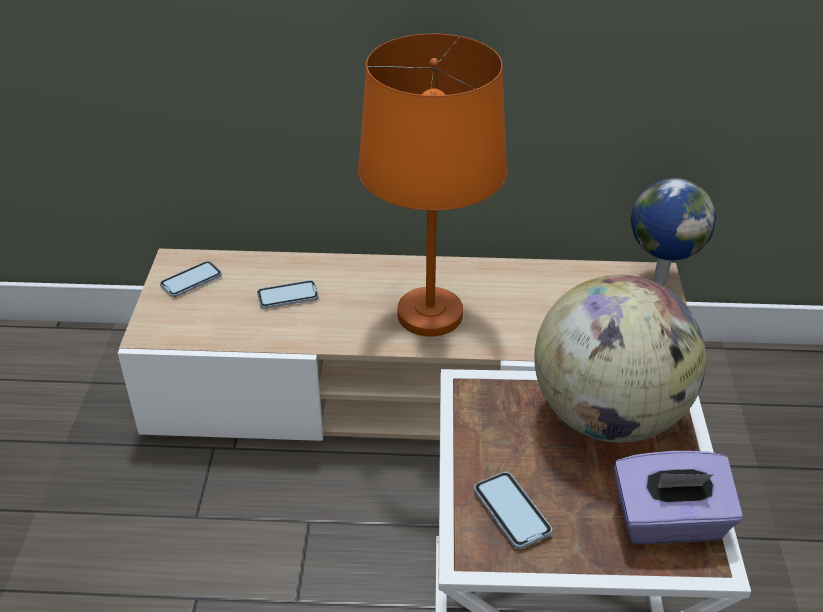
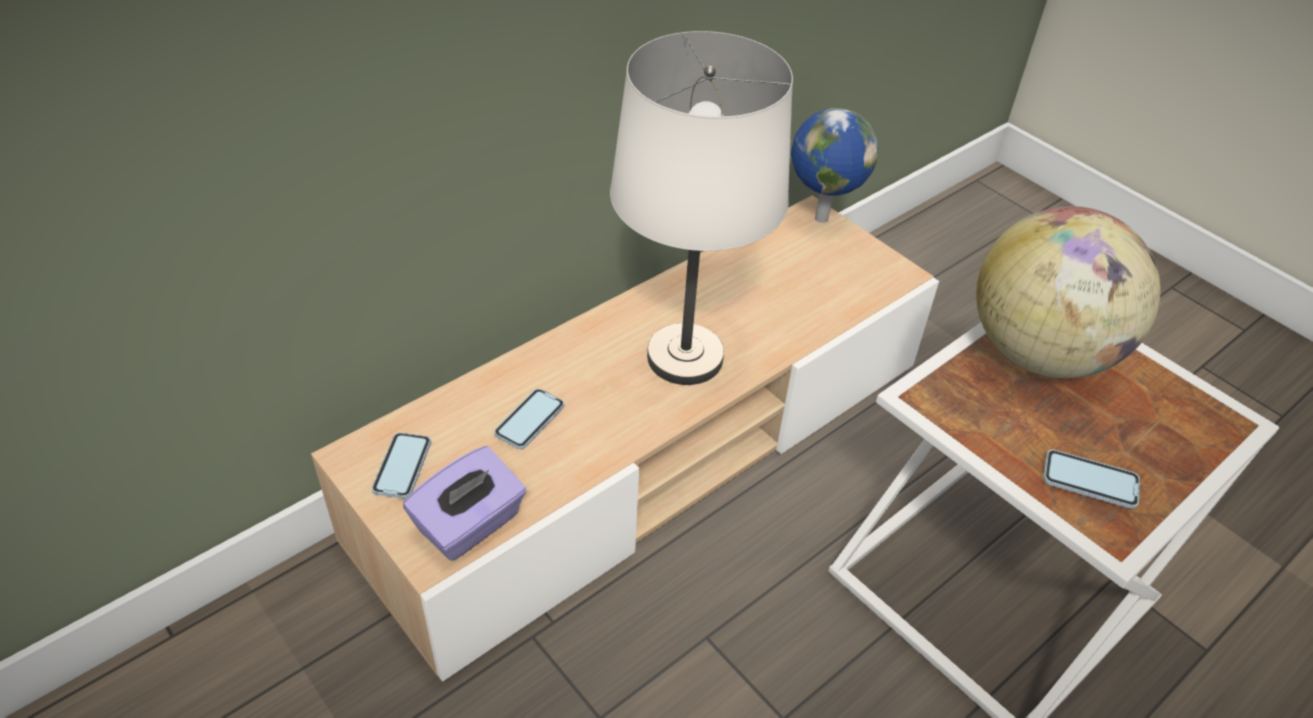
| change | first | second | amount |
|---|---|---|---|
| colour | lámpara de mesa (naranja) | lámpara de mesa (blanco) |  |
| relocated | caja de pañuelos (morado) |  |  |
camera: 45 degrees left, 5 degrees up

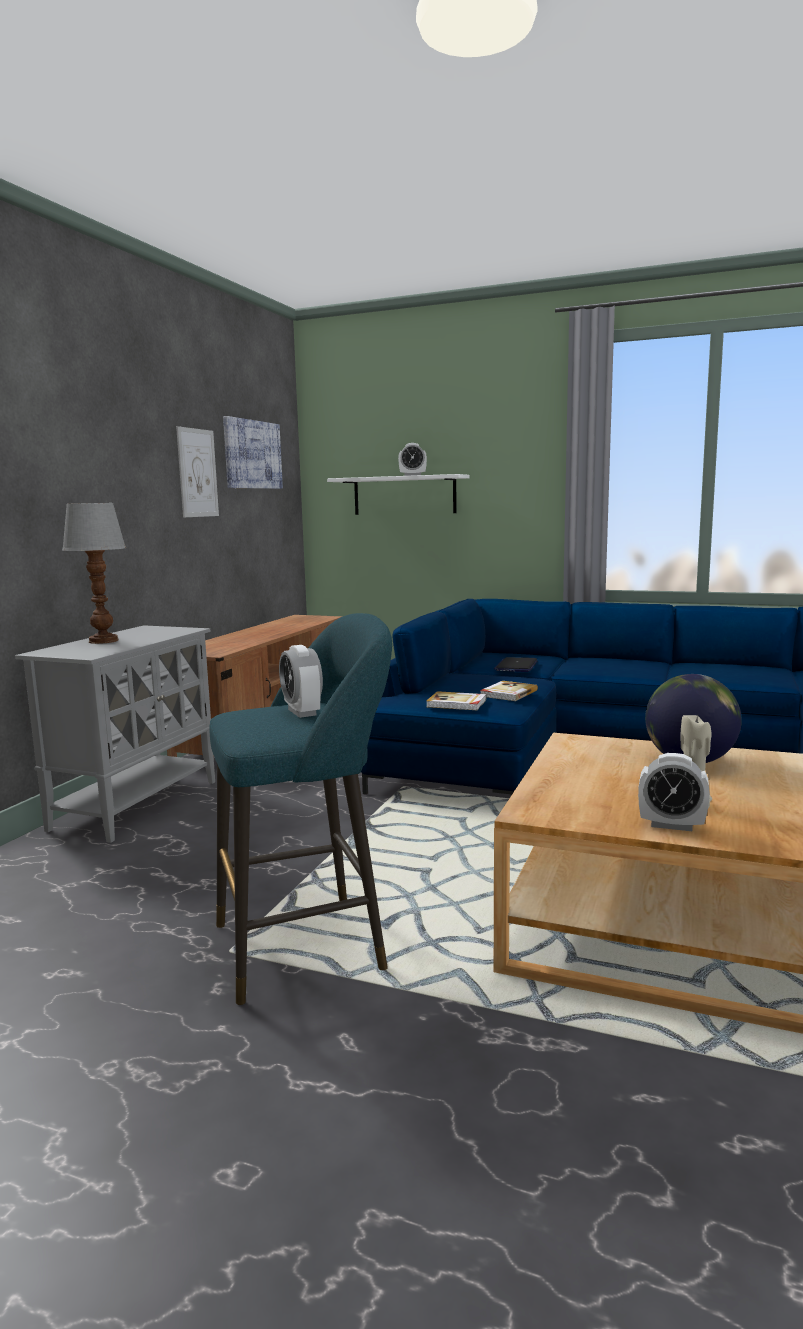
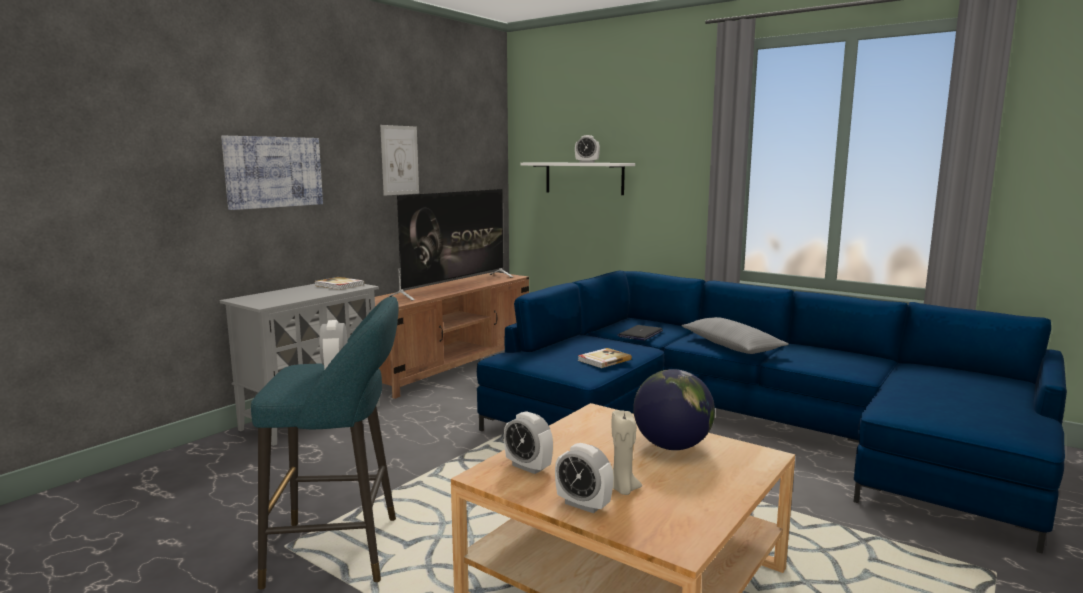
| change | first | second | amount |
|---|---|---|---|
| missing | lámpara de mesa |  |  |
| relocated | cuadro (no. 2 from left in the first image) | cuadro (no. 1 from left) |  |
| relocated | libro (no. 1 from left) |  |  |
| appeared |  | televisor |  |
| appeared |  | despertador (no. 2 from left) |  |
| appeared |  | cojín (gris) |  |
camera: 15 degrees right, 0 degrees up

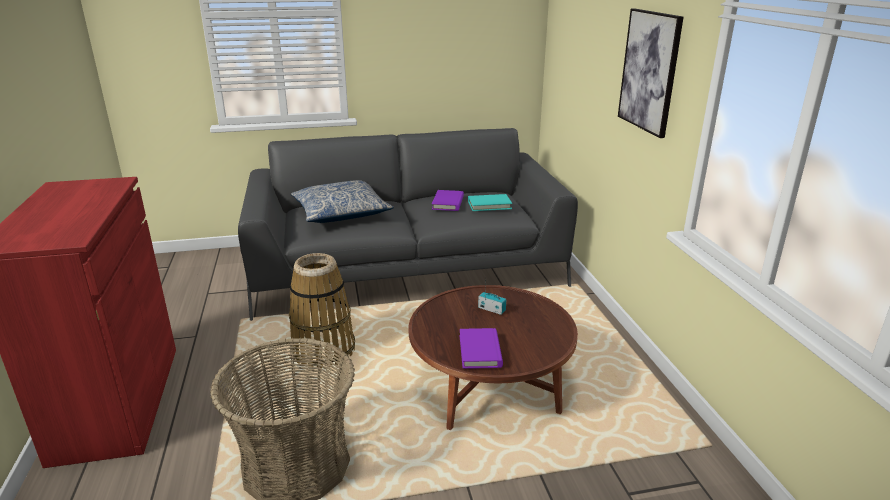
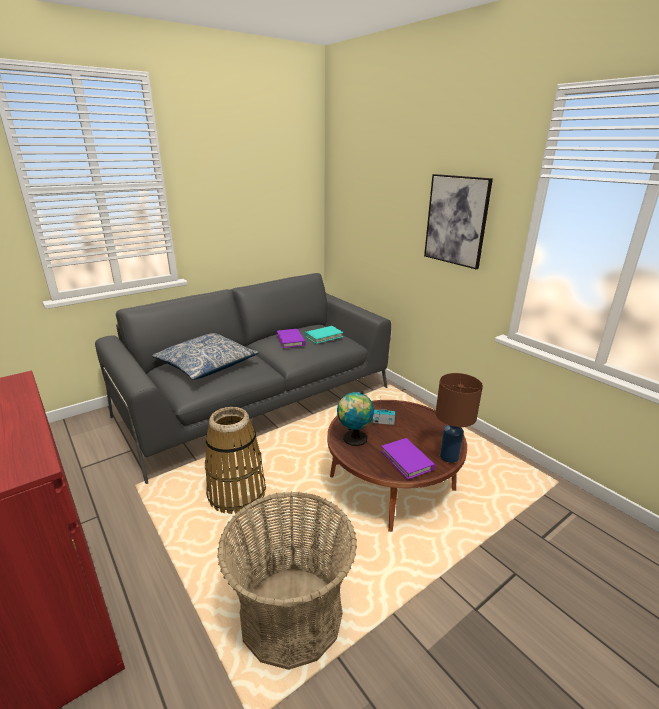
| change | first | second | amount |
|---|---|---|---|
| appeared |  | globo terráqueo |  |
| appeared |  | lámpara de mesa (marrón) |  |
camera: 25 degrees left, 0 degrees up

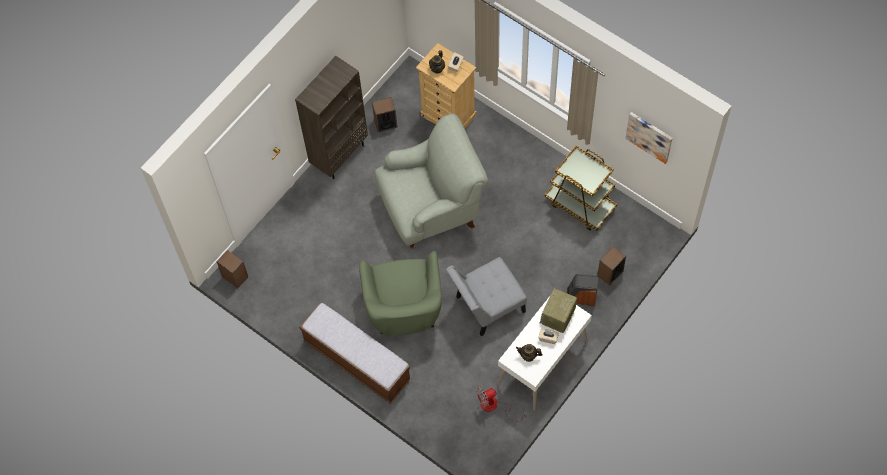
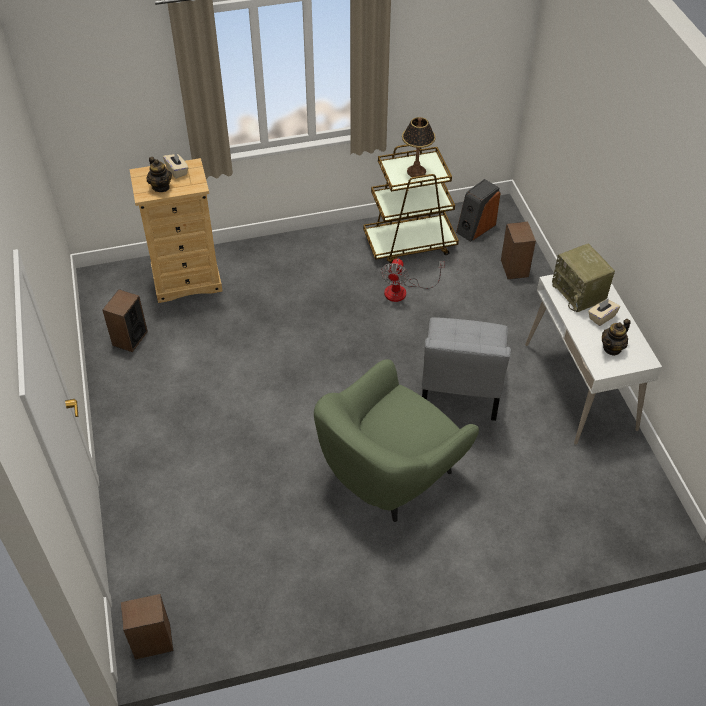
| change | first | second | amount |
|---|---|---|---|
| missing | estantería (marrón) |  |  |
| missing | banco |  |  |
| spun | sillón (verde) |  | 105 degrees clockwise |
| missing | sillón (gris) |  |  |
| relocated | ventilador |  |  |
| relocated | altavoz (no. 3 from left) |  |  |
| missing | cuadro |  |  |
| appeared |  | lámpara de mesa |  |
camera: 55 degrees left, 15 degrees down

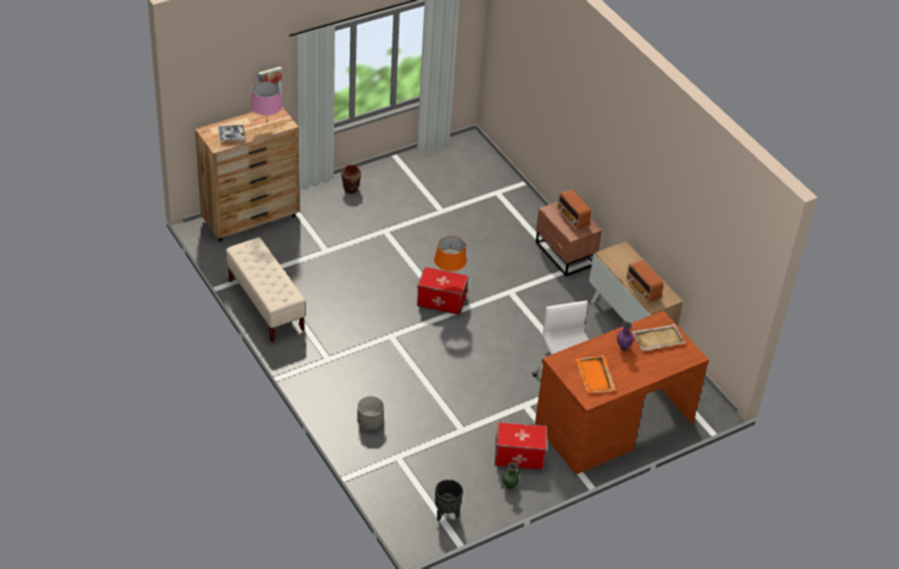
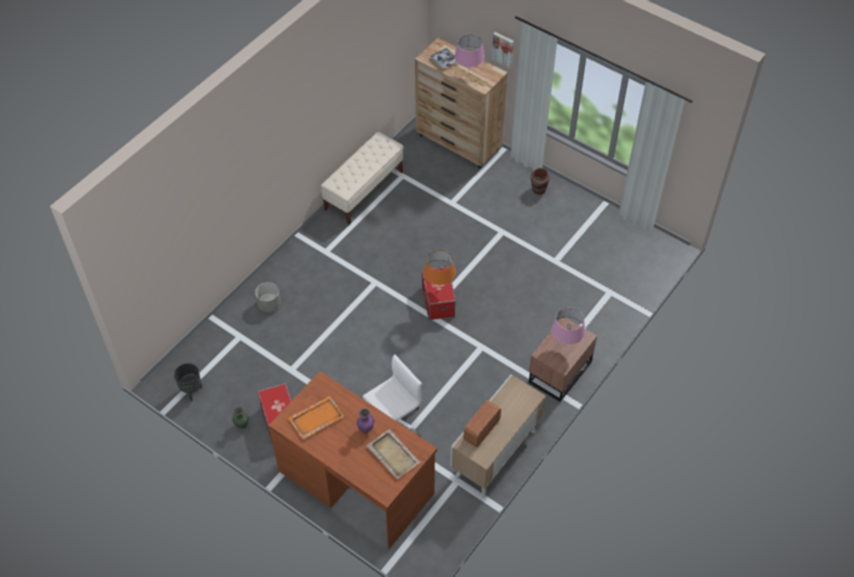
| change | first | second | amount |
|---|---|---|---|
| exchanged | radio (no. 1 from left) | lámpara de mesa (rosa) (no. 2 from left) |  |
camera: 70 degrees right, 10 degrees up

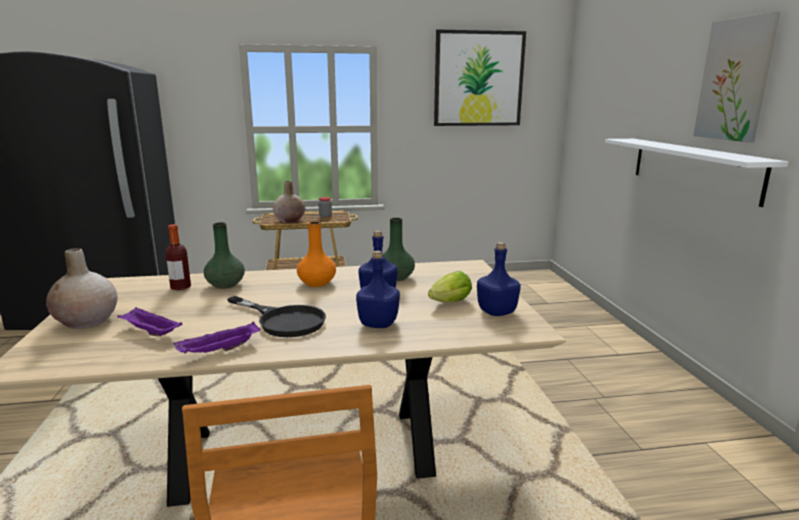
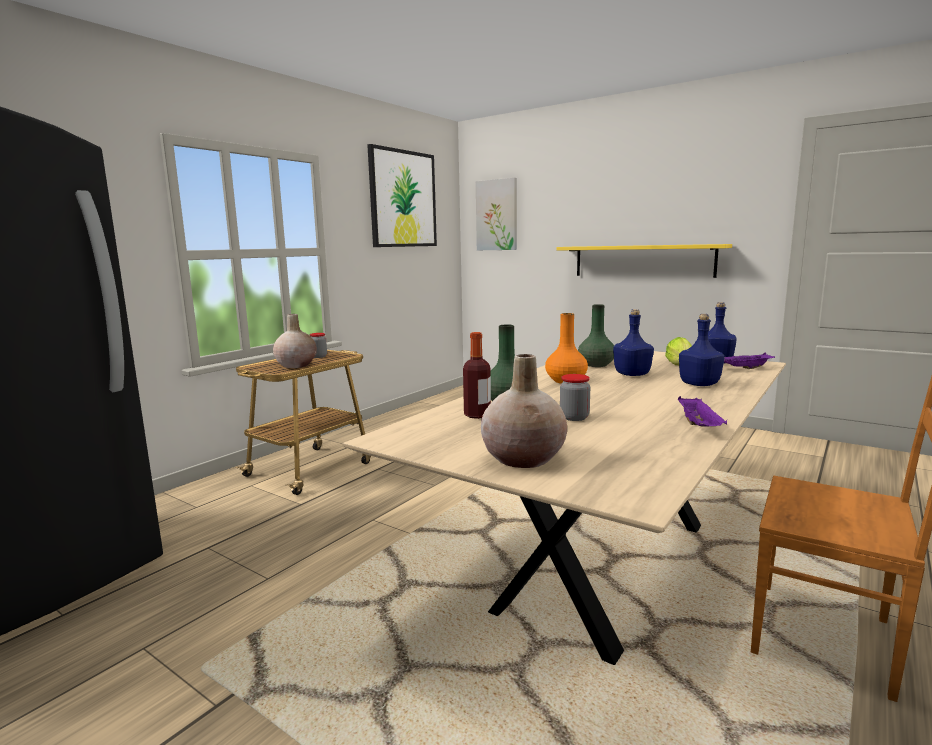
| change | first | second | amount |
|---|---|---|---|
| relocated | bandeja (morado) (no. 1 from left in the first image) | bandeja (morado) (no. 2 from left) |  |
| missing | sartén (negro) |  |  |
| colour | estante (blanco) | estante (amarillo) |  |
| relocated | cuadro (no. 2 from left) |  |  |
| appeared |  | tarro (no. 2 from left) |  |
camera: 45 degrees left, 5 degrees down

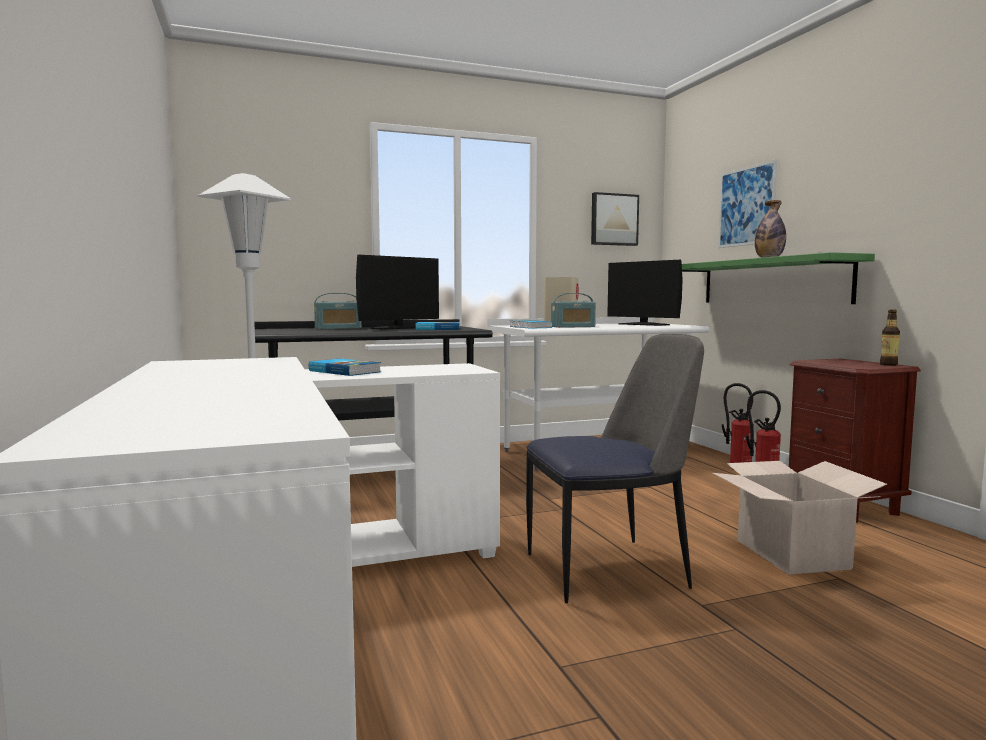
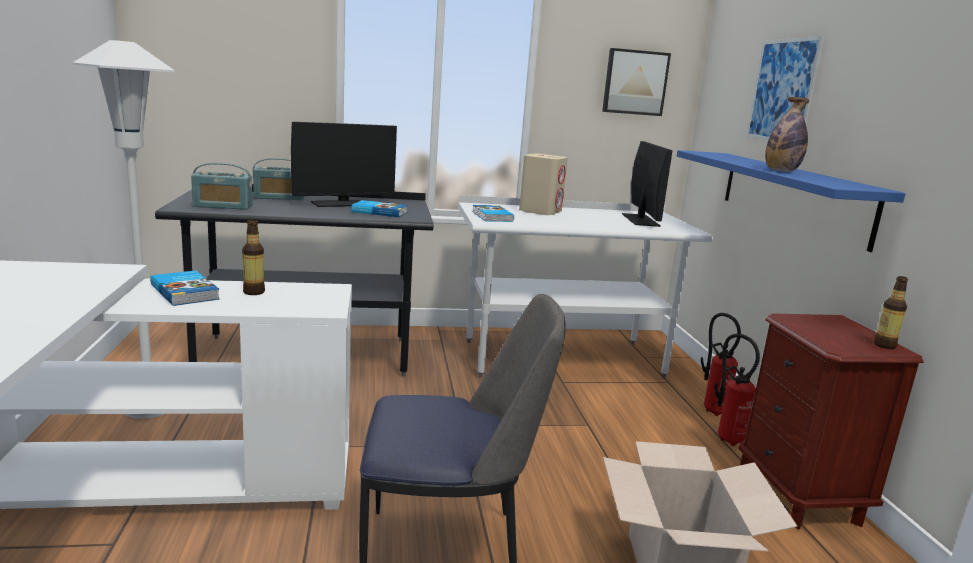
| change | first | second | amount |
|---|---|---|---|
| relocated | radio (no. 2 from left in the first image) | radio (no. 1 from left) |  |
| spun | monitor (no. 2 from left) |  | 150 degrees counterclockwise |
| colour | estante (verde) | estante (azul) |  |
| appeared |  | botella (no. 1 from left) |  |
camera: 10 degrees right, 10 degrees up

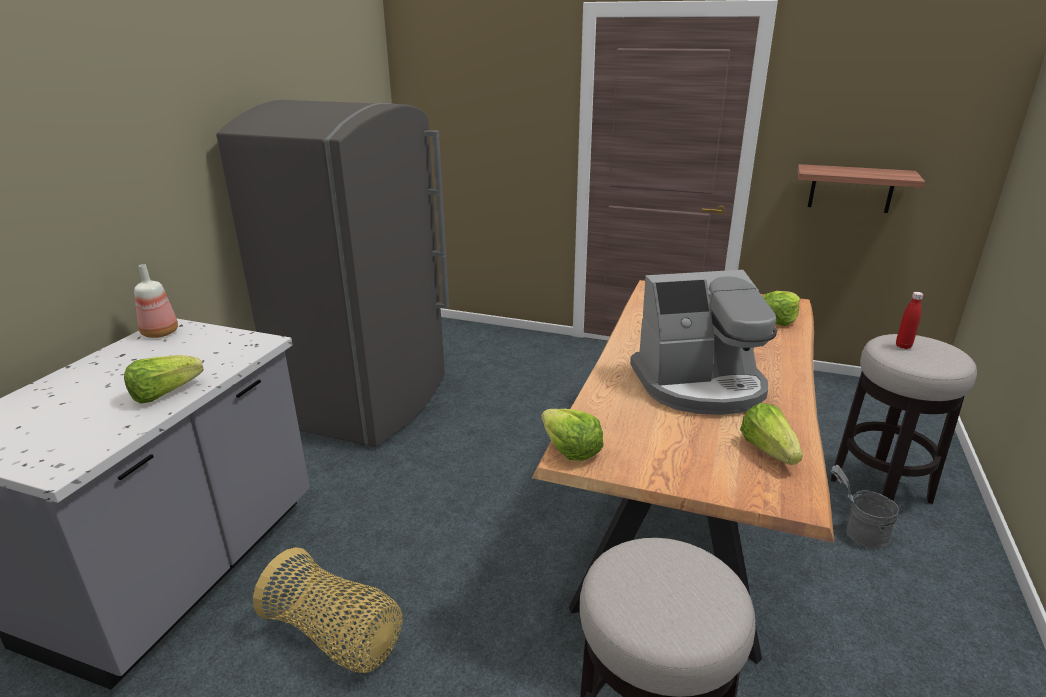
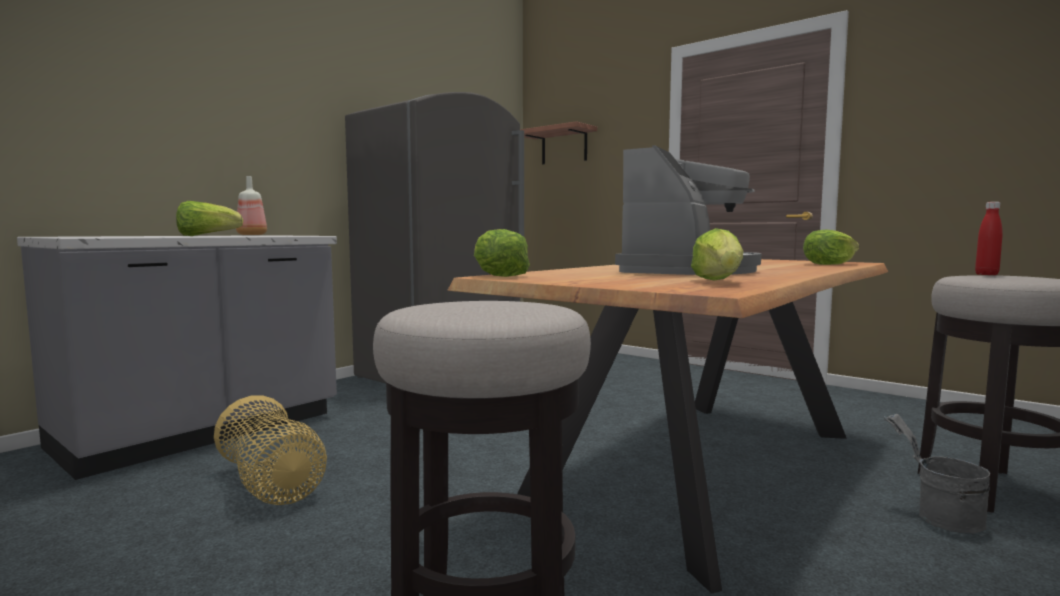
| change | first | second | amount |
|---|---|---|---|
| spun | cafetera |  | 75 degrees counterclockwise |
| relocated | estante |  |  |
camera: 20 degrees right, 20 degrees down

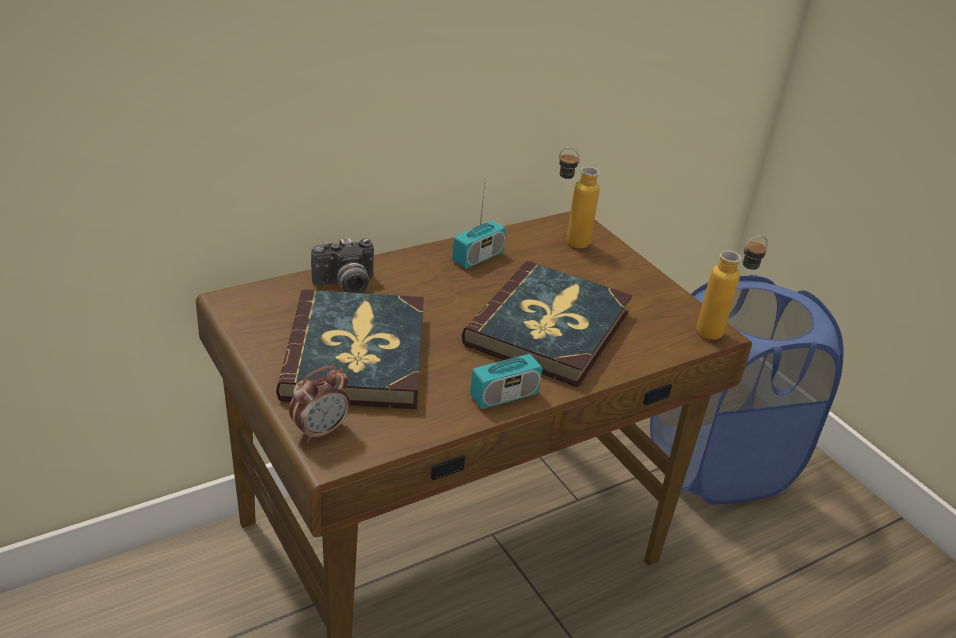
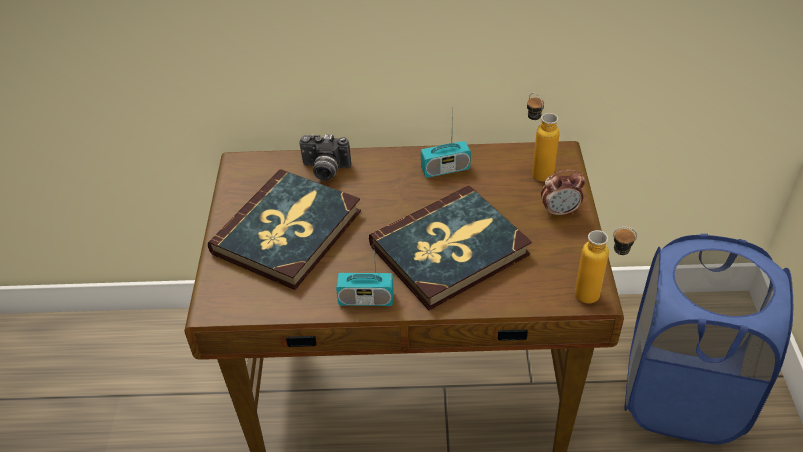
| change | first | second | amount |
|---|---|---|---|
| relocated | despertador |  |  |
camera: 35 degrees right, 10 degrees up

